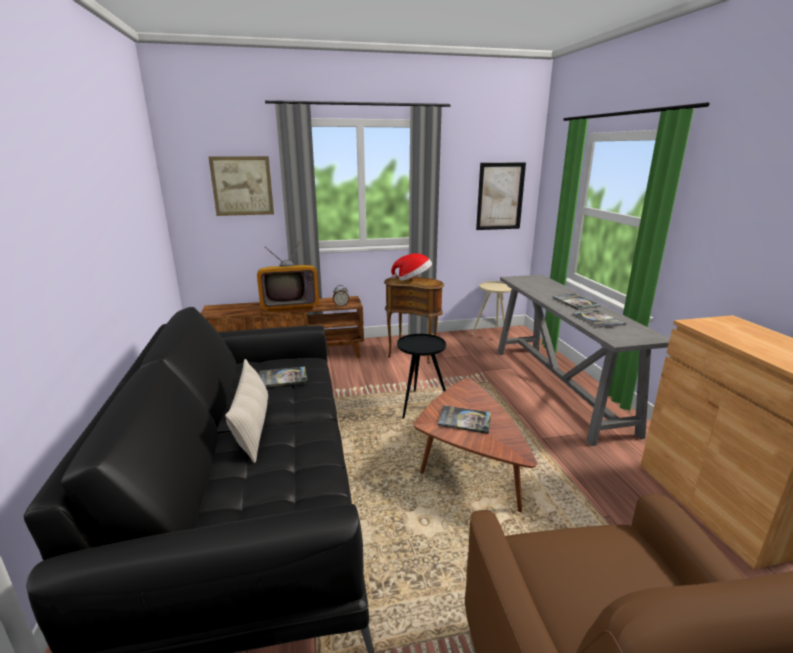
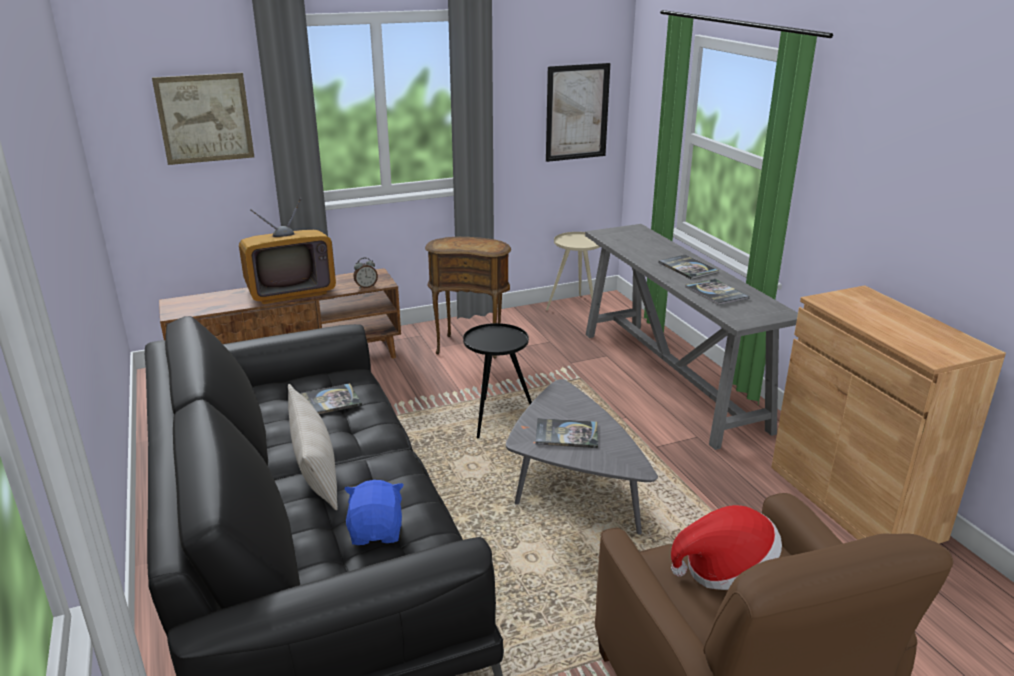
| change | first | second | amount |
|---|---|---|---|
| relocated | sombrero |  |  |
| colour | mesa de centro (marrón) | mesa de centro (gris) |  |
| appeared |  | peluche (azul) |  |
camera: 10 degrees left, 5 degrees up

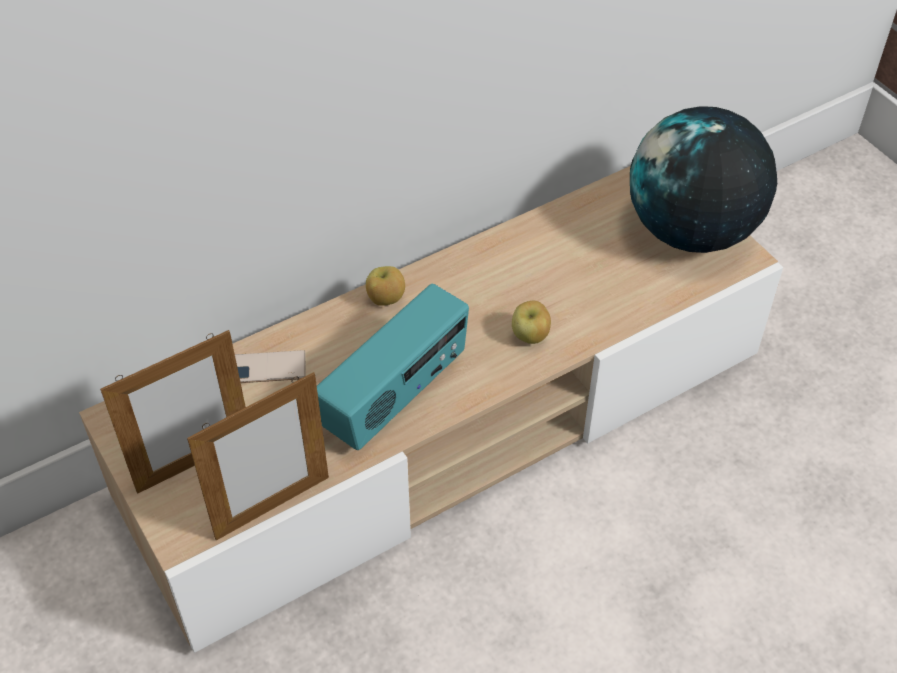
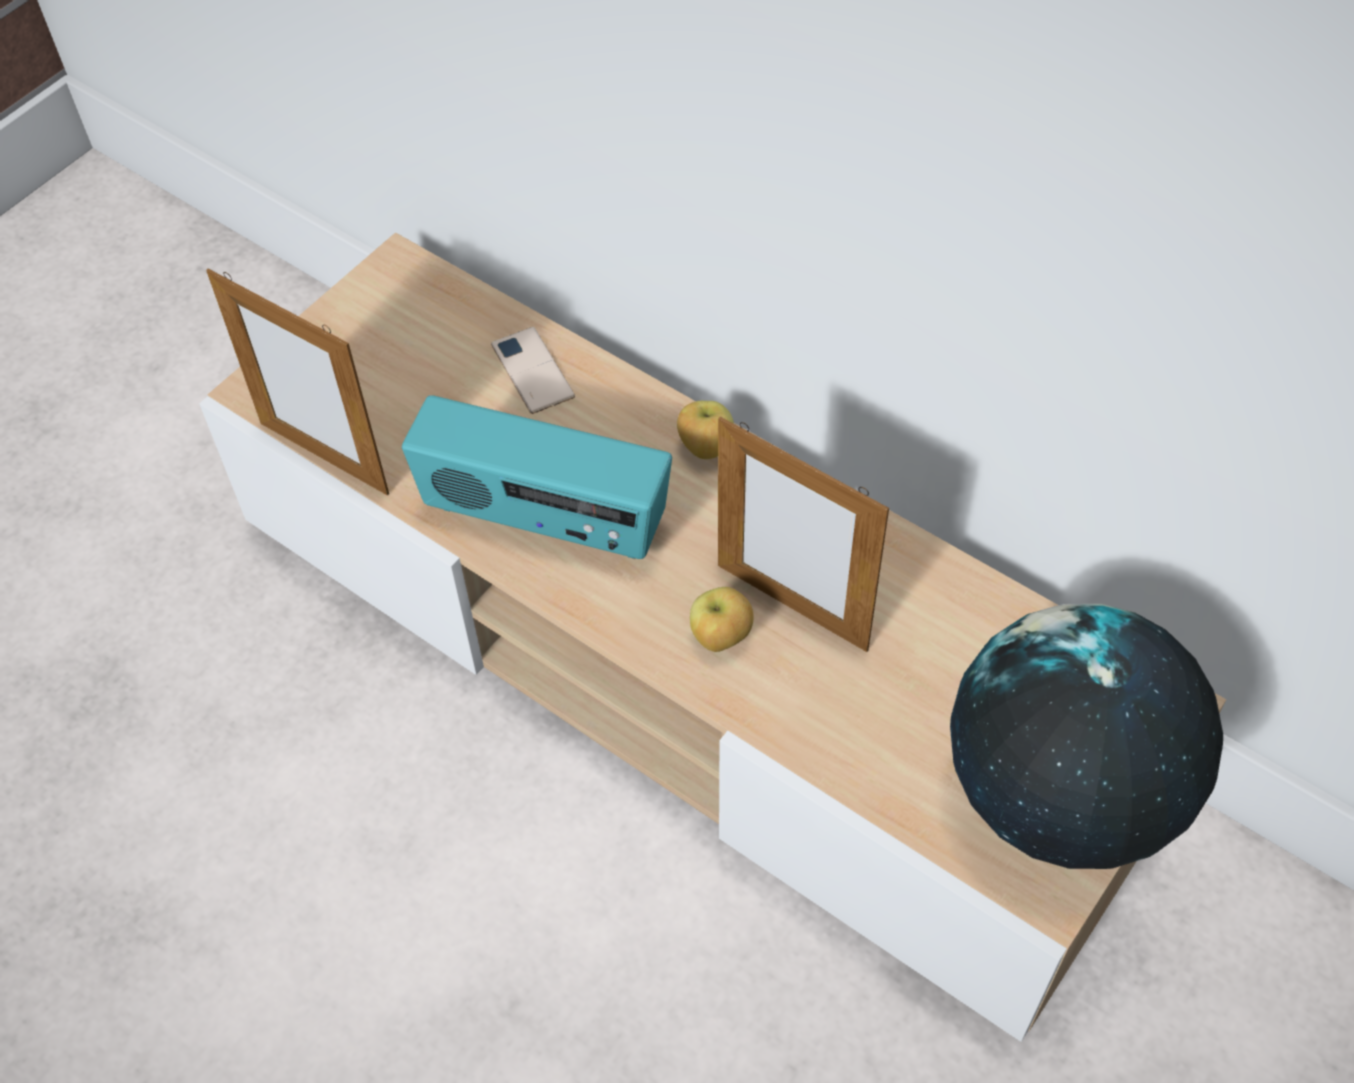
| change | first | second | amount |
|---|---|---|---|
| relocated | portarretratos (no. 1 from left in the first image) | portarretratos (no. 2 from left) |  |
camera: 70 degrees right, 5 degrees up

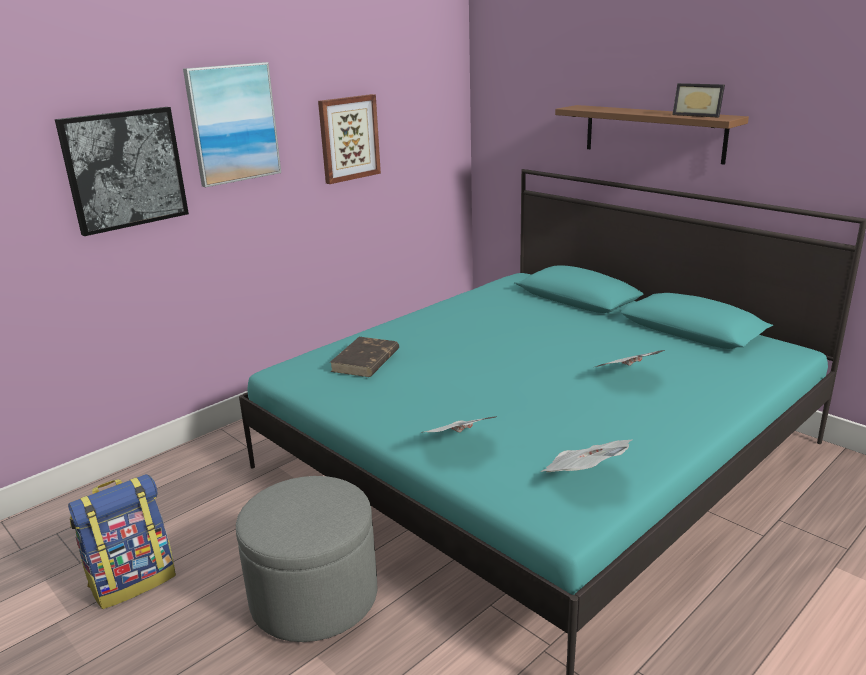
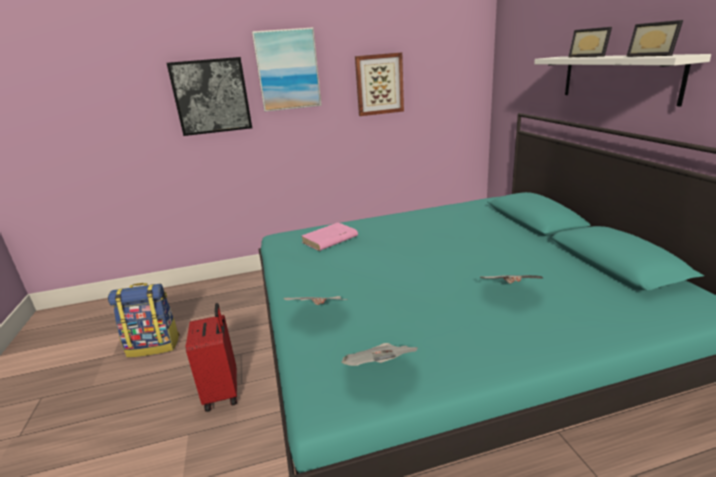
| change | first | second | amount |
|---|---|---|---|
| exchanged | puf (gris) | maleta (rojo) |  |
| colour | libro (marrón) | libro (rosa) |  |
| colour | estante (marrón) | estante (blanco) |  |
| appeared |  | portarretratos (no. 1 from left) |  |
camera: 30 degrees right, 0 degrees up

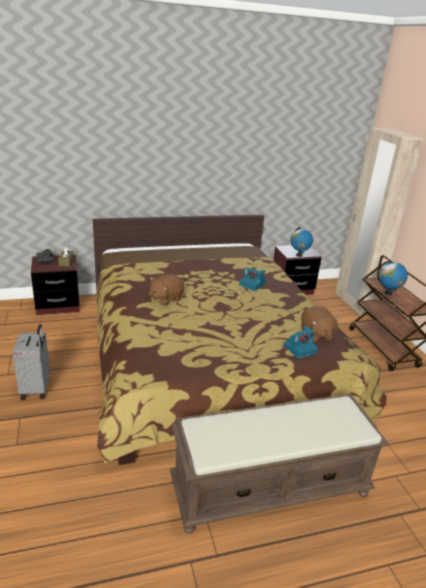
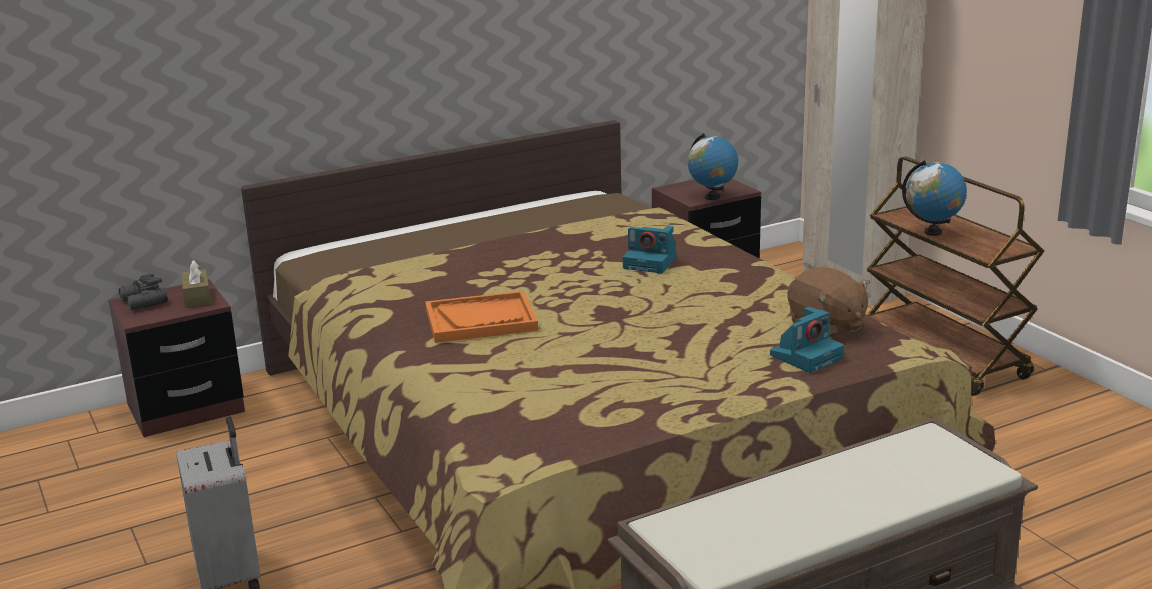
| change | first | second | amount |
|---|---|---|---|
| exchanged | peluche (marrón) (no. 1 from left) | bandeja (naranja) |  |
camera: 10 degrees left, 5 degrees down

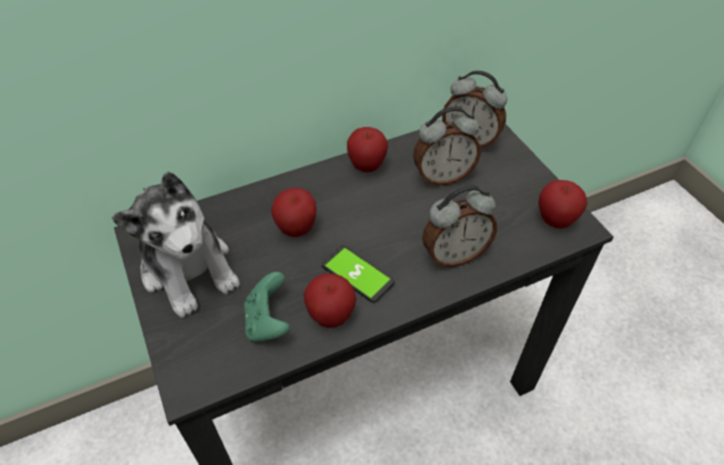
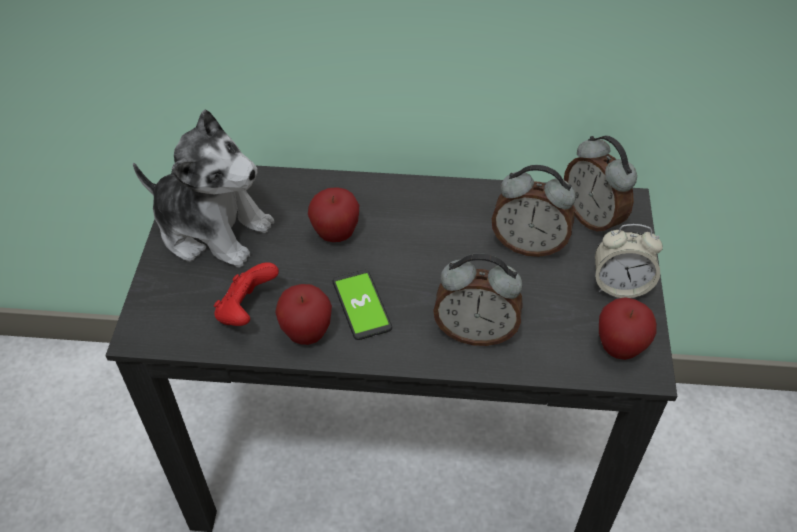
| change | first | second | amount |
|---|---|---|---|
| spun | peluche |  | 60 degrees counterclockwise |
| colour | mando de consola (verde) | mando de consola (rojo) |  |
| missing | manzana (no. 3 from left) |  |  |
| appeared |  | despertador (no. 4 from left) |  |
camera: 30 degrees right, 0 degrees up

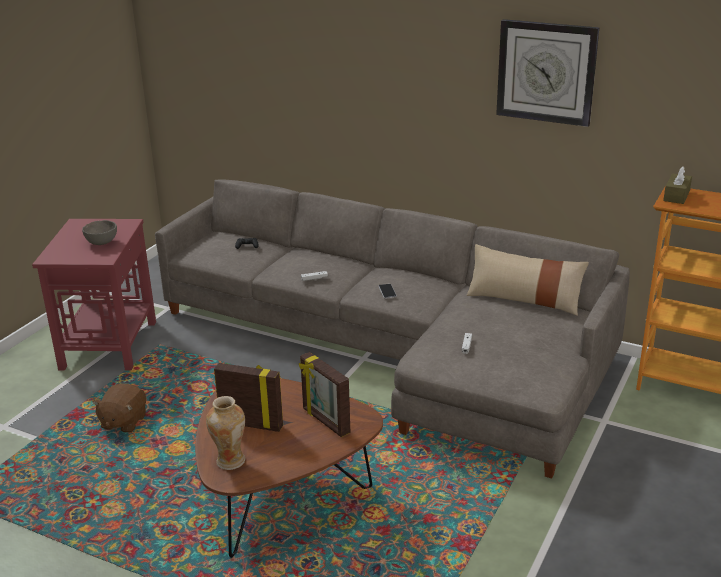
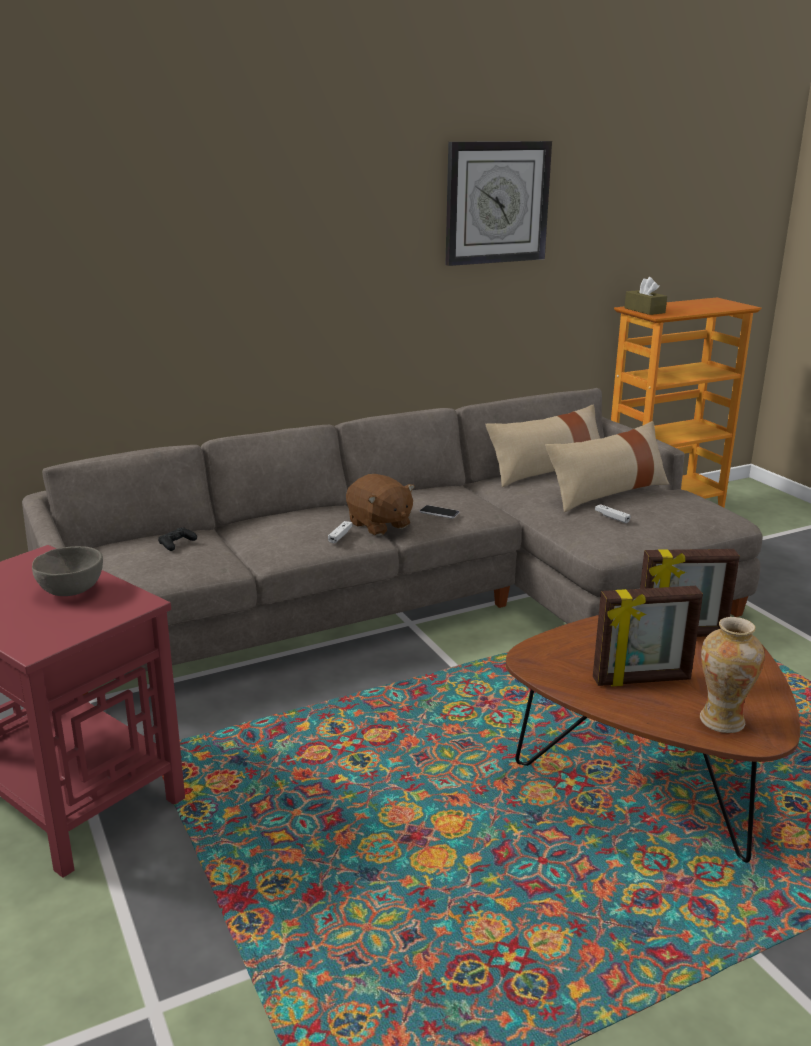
| change | first | second | amount |
|---|---|---|---|
| relocated | peluche (marrón) |  |  |
| spun | portarretratos (no. 1 from left) |  | 150 degrees counterclockwise |
| appeared |  | cojín (beis) (no. 2 from left) |  |
camera: 55 degrees left, 5 degrees down

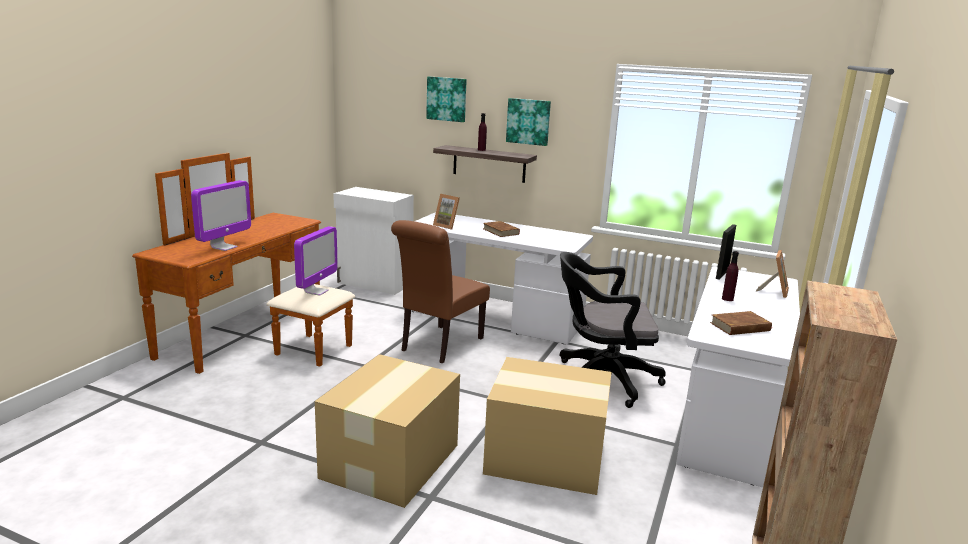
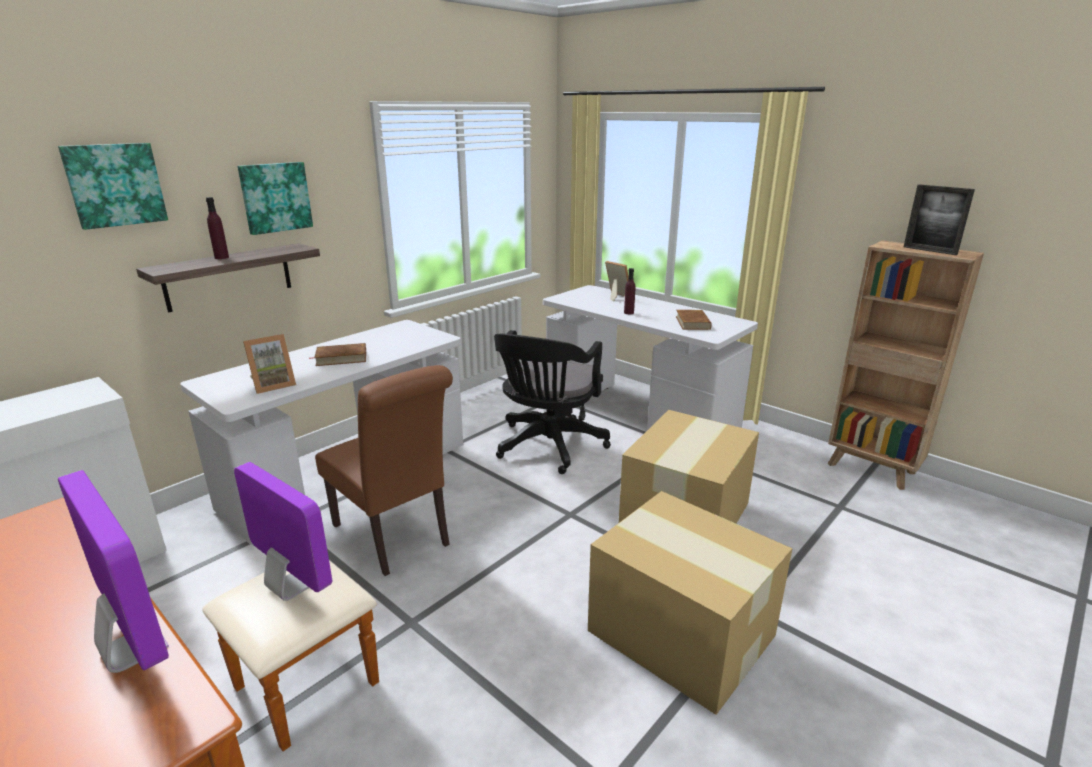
| change | first | second | amount |
|---|---|---|---|
| relocated | portarretratos (no. 2 from left in the first image) | portarretratos (no. 3 from left) |  |
camera: 70 degrees left, 5 degrees up

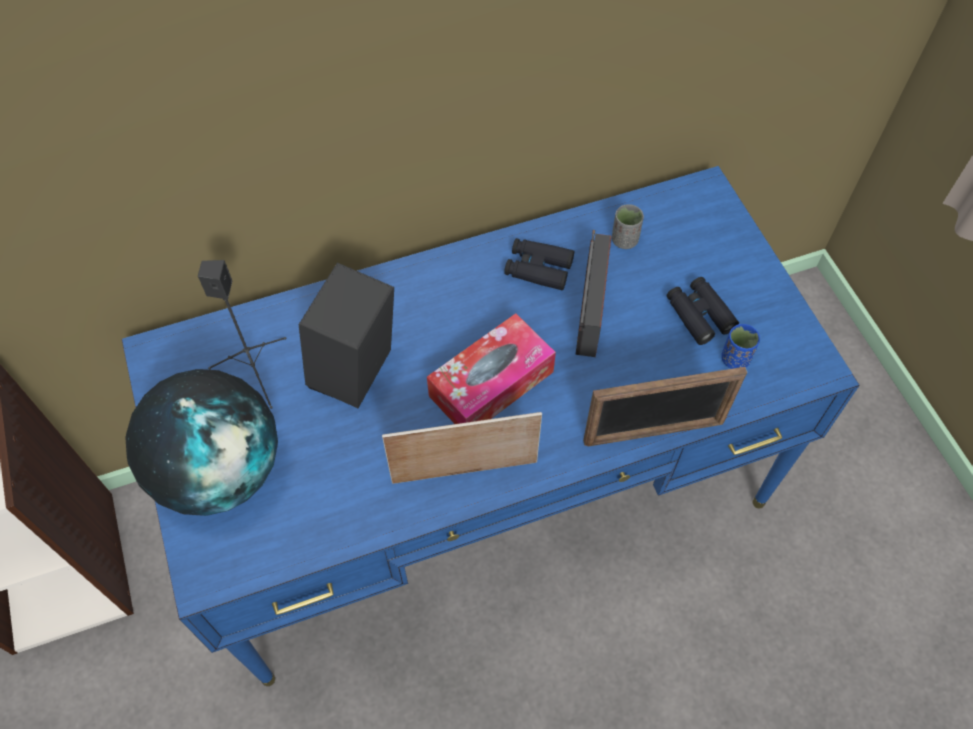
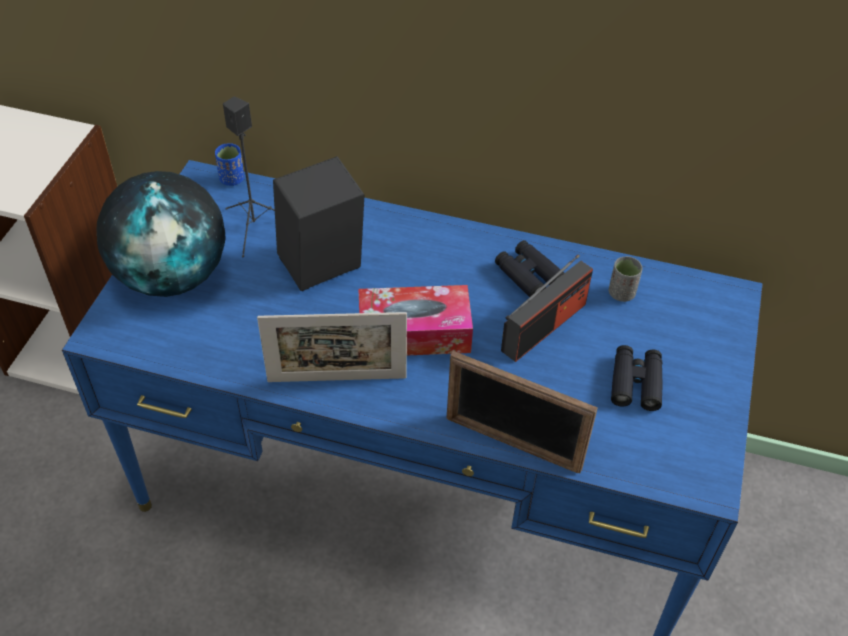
| change | first | second | amount |
|---|---|---|---|
| spun | portarretratos (no. 1 from left) |  | 150 degrees clockwise |
| relocated | taza (azul) |  |  |
camera: 35 degrees right, 10 degrees down

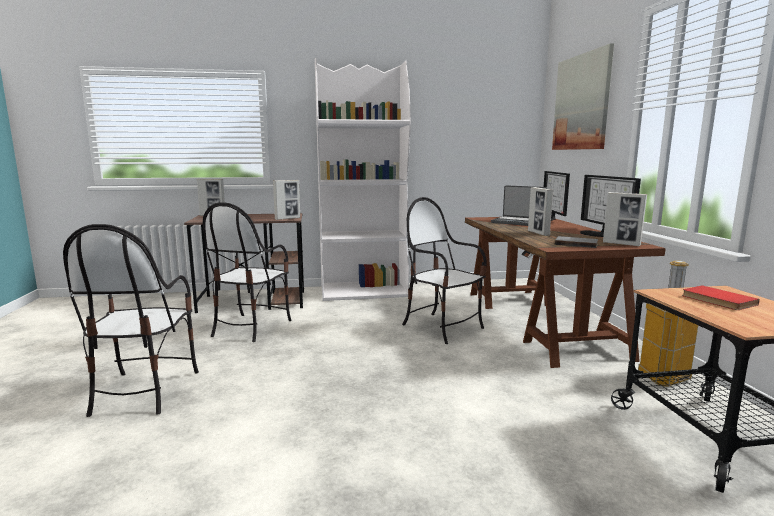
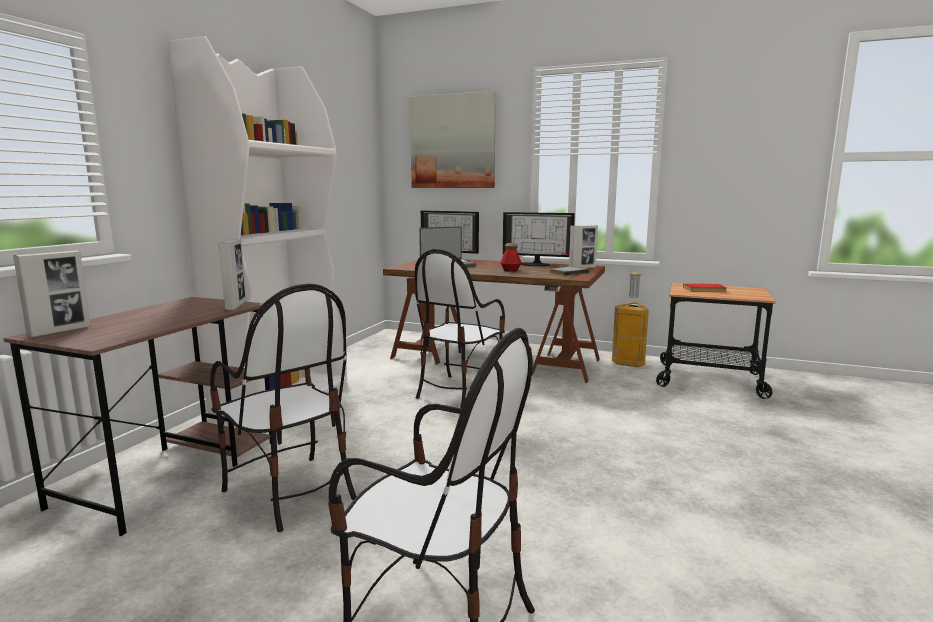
| change | first | second | amount |
|---|---|---|---|
| spun | silla (no. 3 from left) |  | 45 degrees counterclockwise |
| exchanged | portarretratos (no. 3 from left) | botella |  |
camera: 60 degrees left, 0 degrees up

